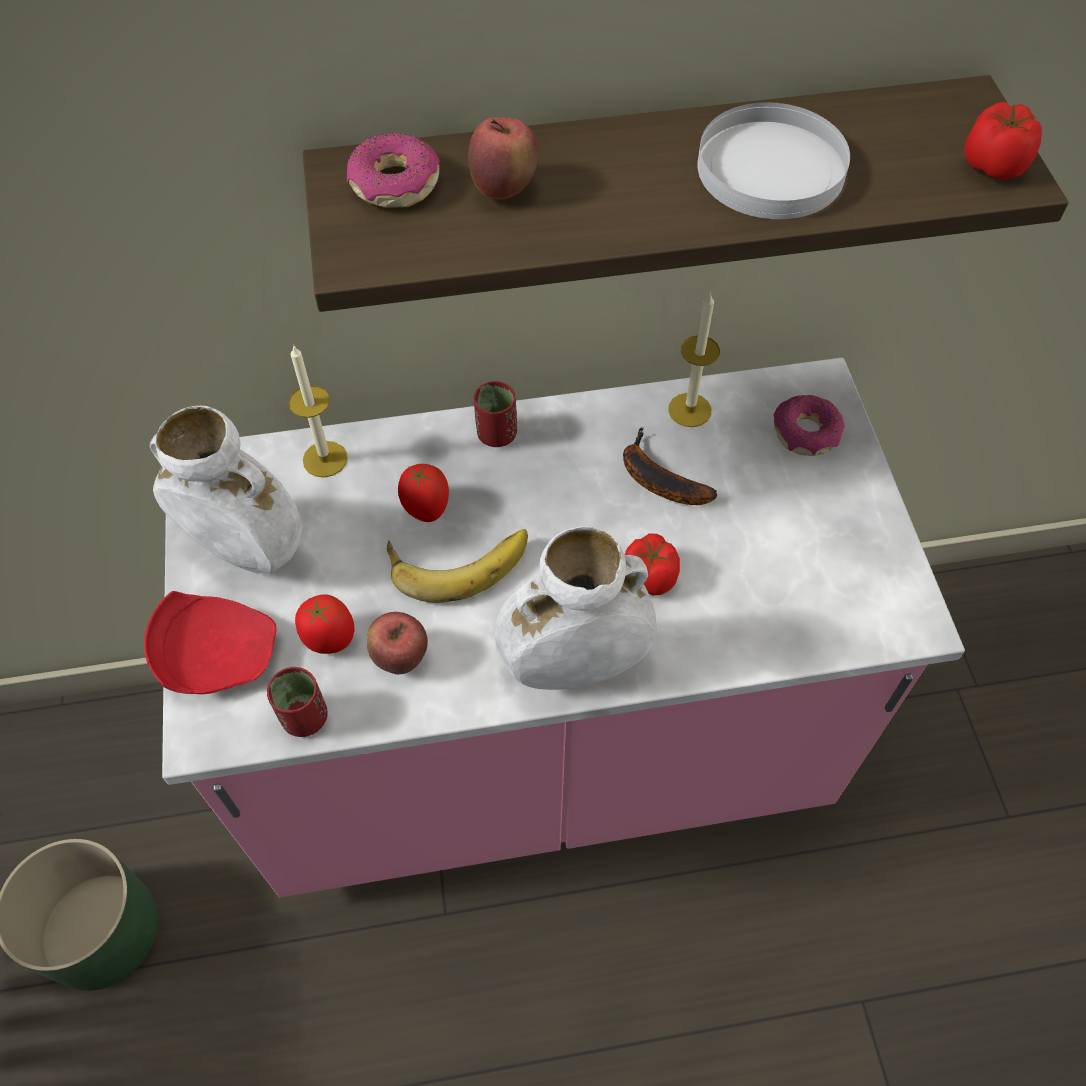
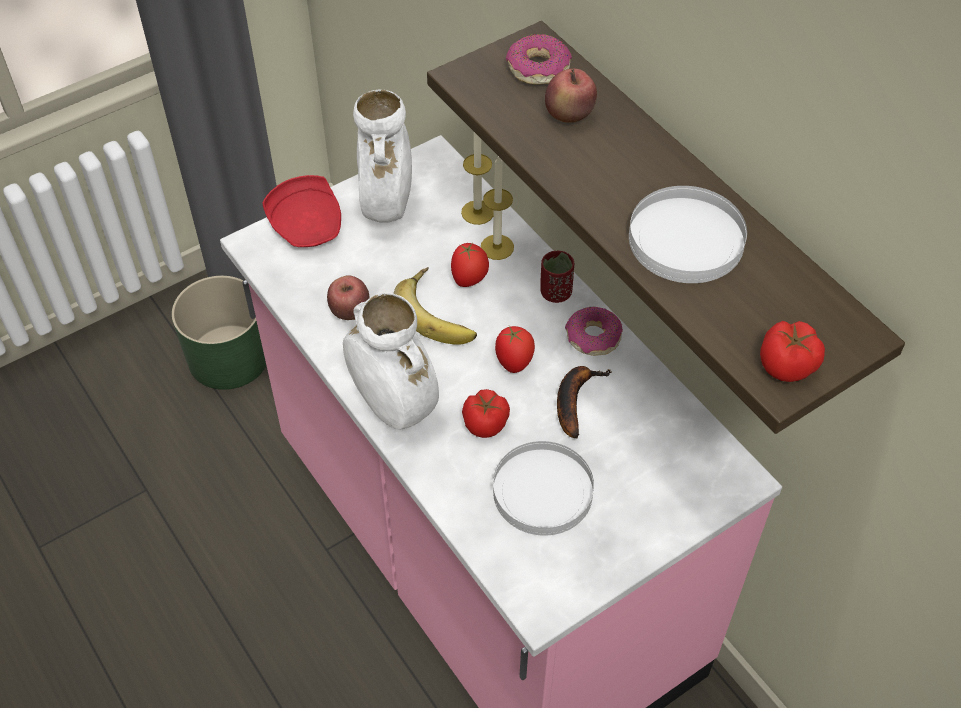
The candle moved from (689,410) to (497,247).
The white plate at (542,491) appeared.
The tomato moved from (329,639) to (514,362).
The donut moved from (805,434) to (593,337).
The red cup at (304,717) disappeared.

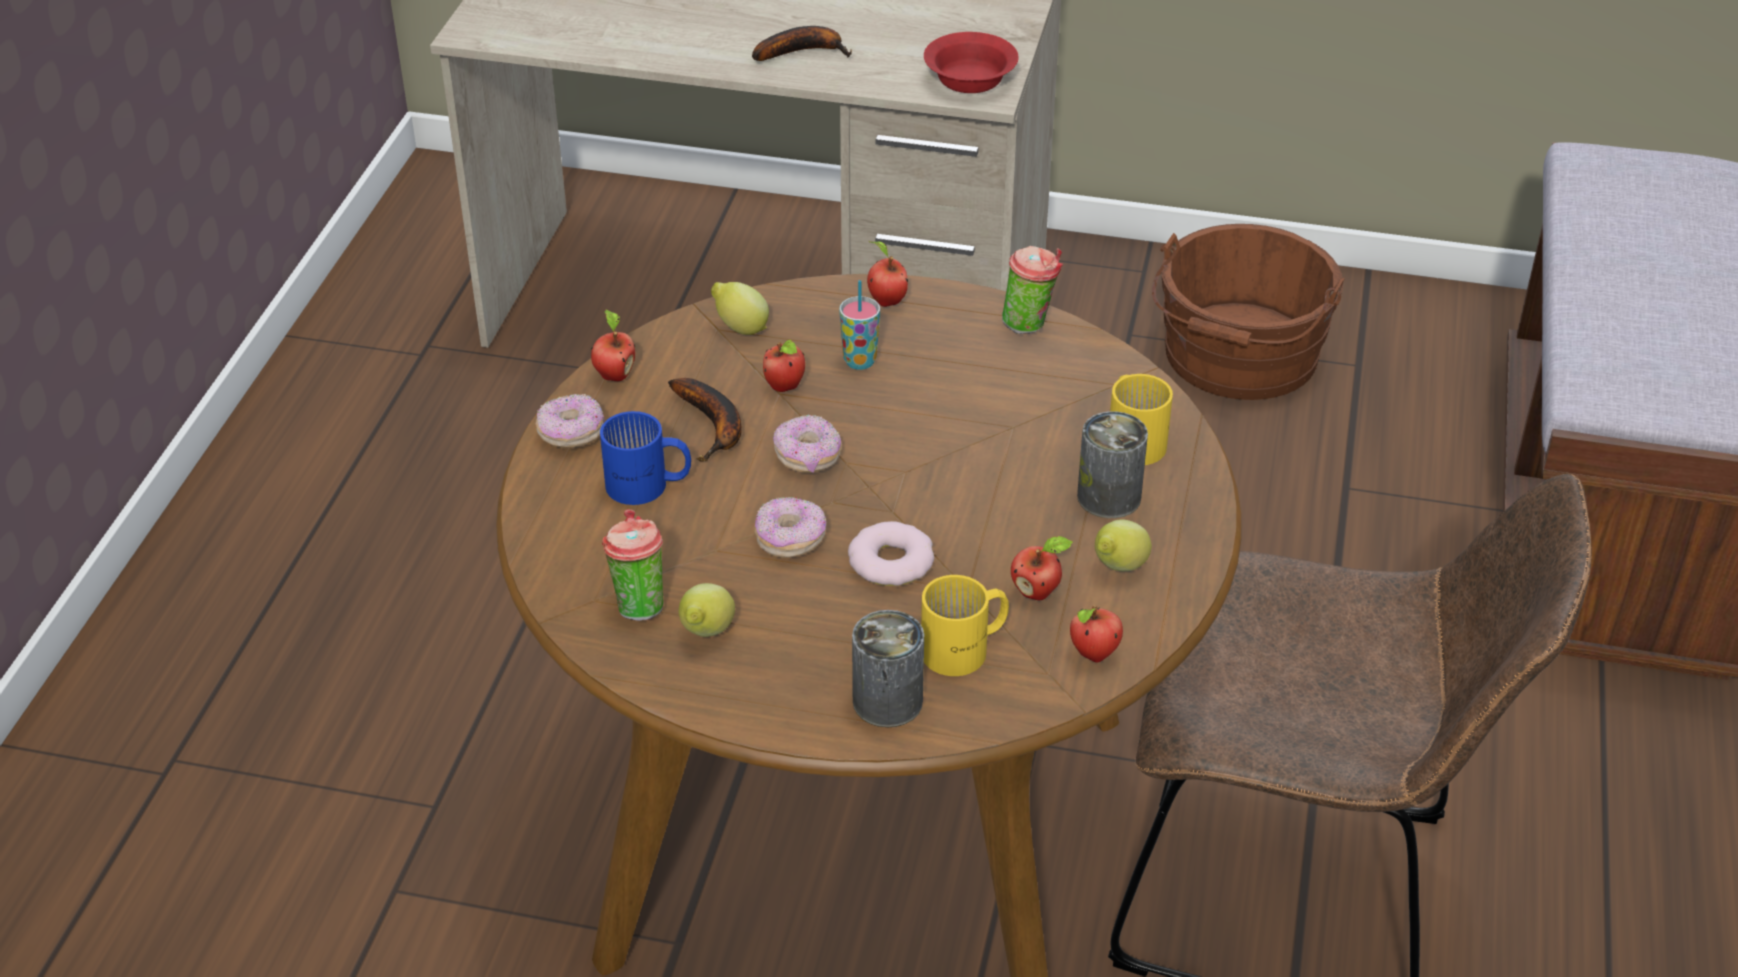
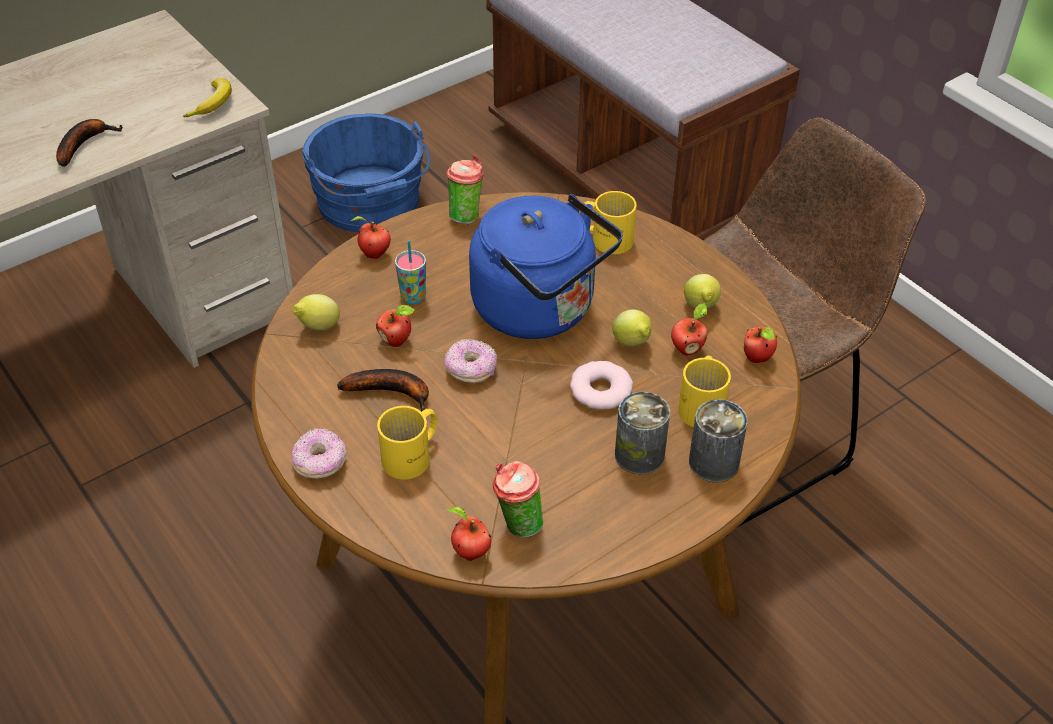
The red bowl at (969,80) was replaced by the banana at (213,104).
The brown bucket at (1238,359) became the blue bucket at (371,204).
The blue mug at (648,486) became the yellow mug at (414,455).
The apple moved from (614,375) to (469,552).
The blue kettle at (540,310) appeared.
The lemon moved from (706,633) to (632,344).
The can moved from (1109,497) to (639,455).
The donut at (790,539) disappeared.

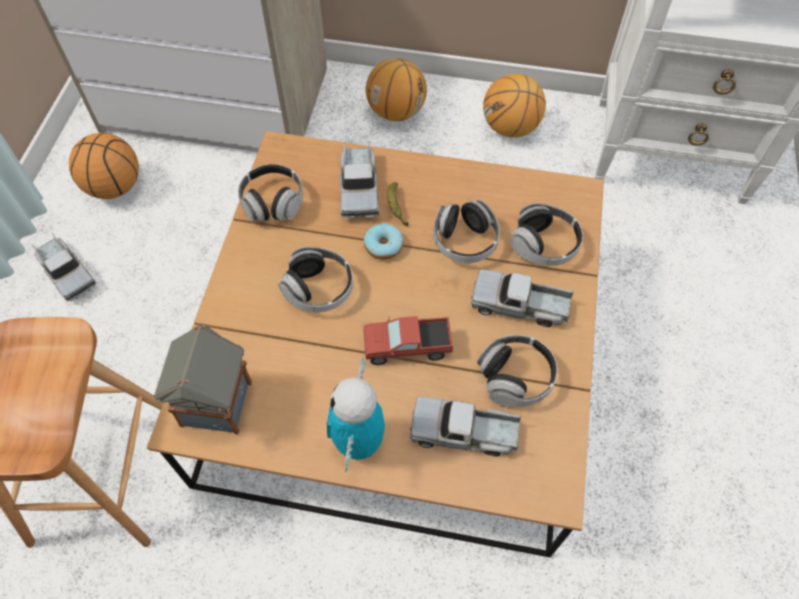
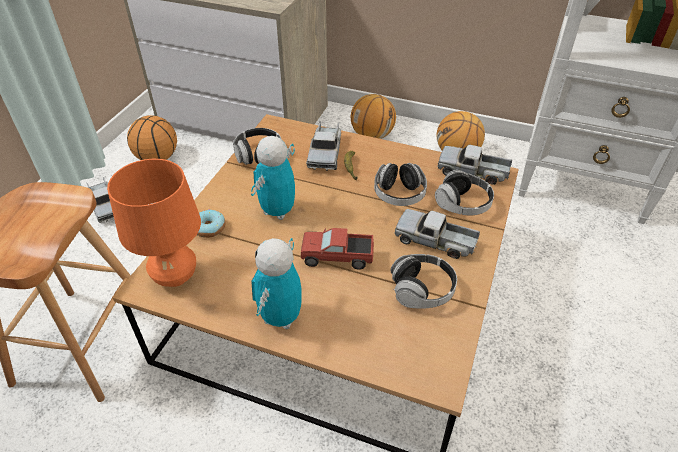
The toy house at (217,406) was replaced by the orange table lamp at (176,277).
The donut moved from (383,246) to (209,228).
The headphones at (319,289) was replaced by the toy robot at (277,211).
The toy truck moved from (464,432) to (472,172).

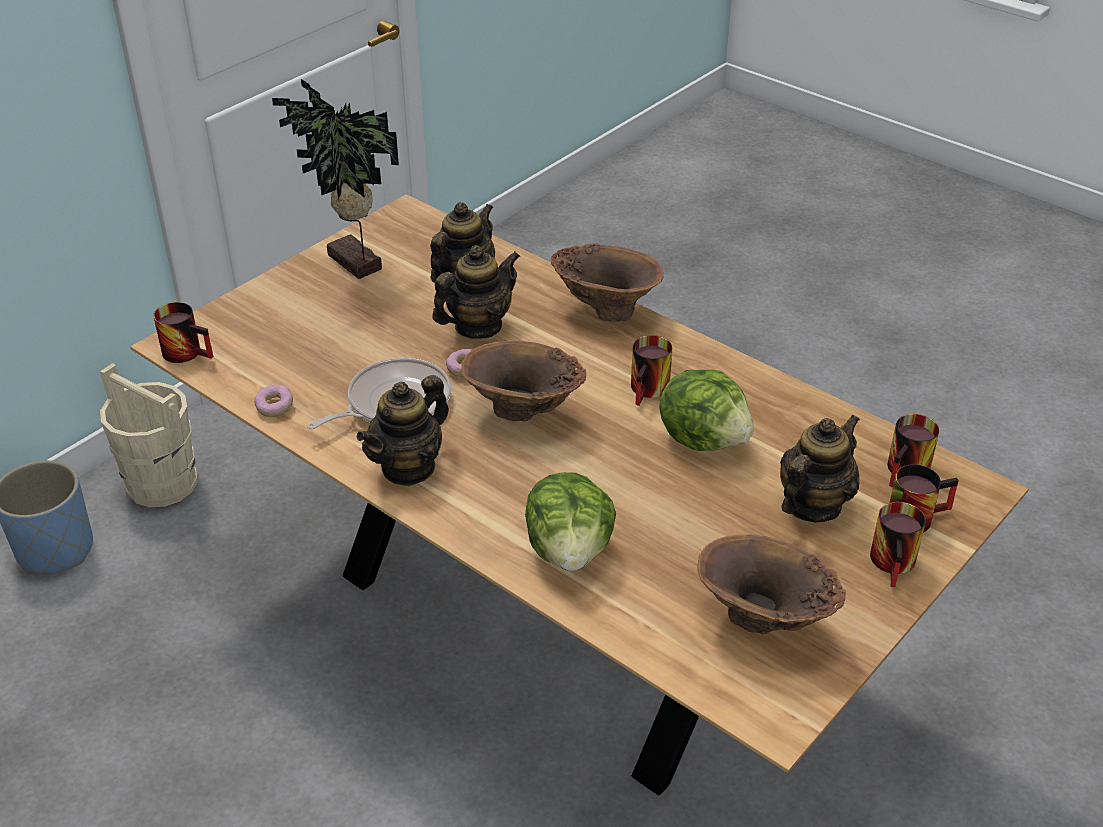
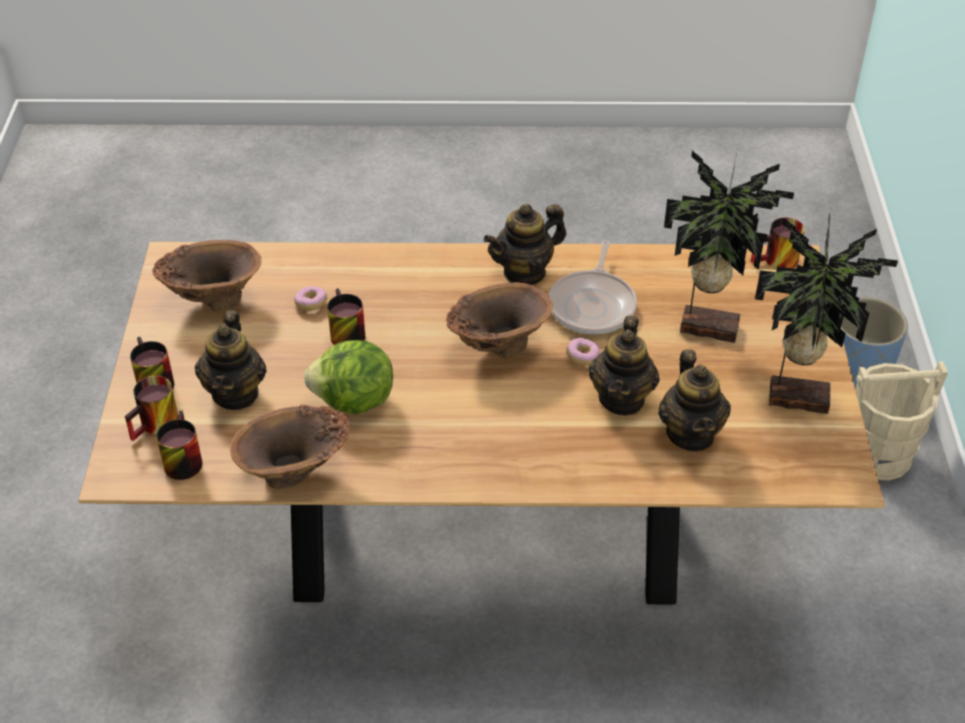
The brown vase moved from (605,310) to (296,476).
The donut moved from (274,407) to (311,304).
The mug moved from (651,390) to (343,333).
The teapot at (408,467) turned 120 degrees counterclockwise.
The potted plant at (708,325) appeared.
The lettuce at (569,551) disappeared.

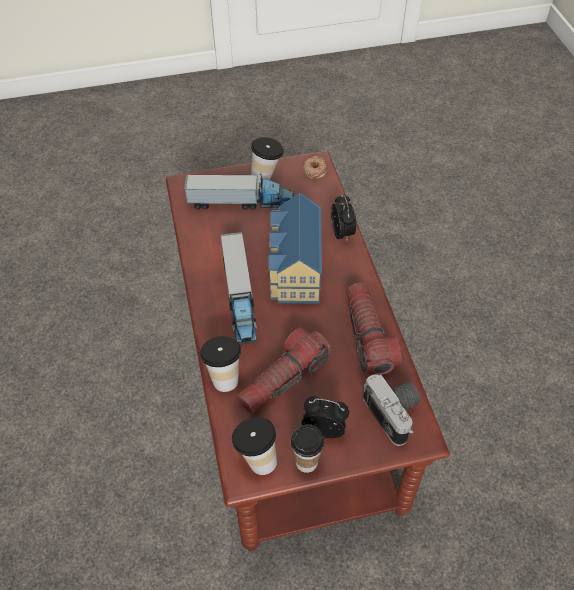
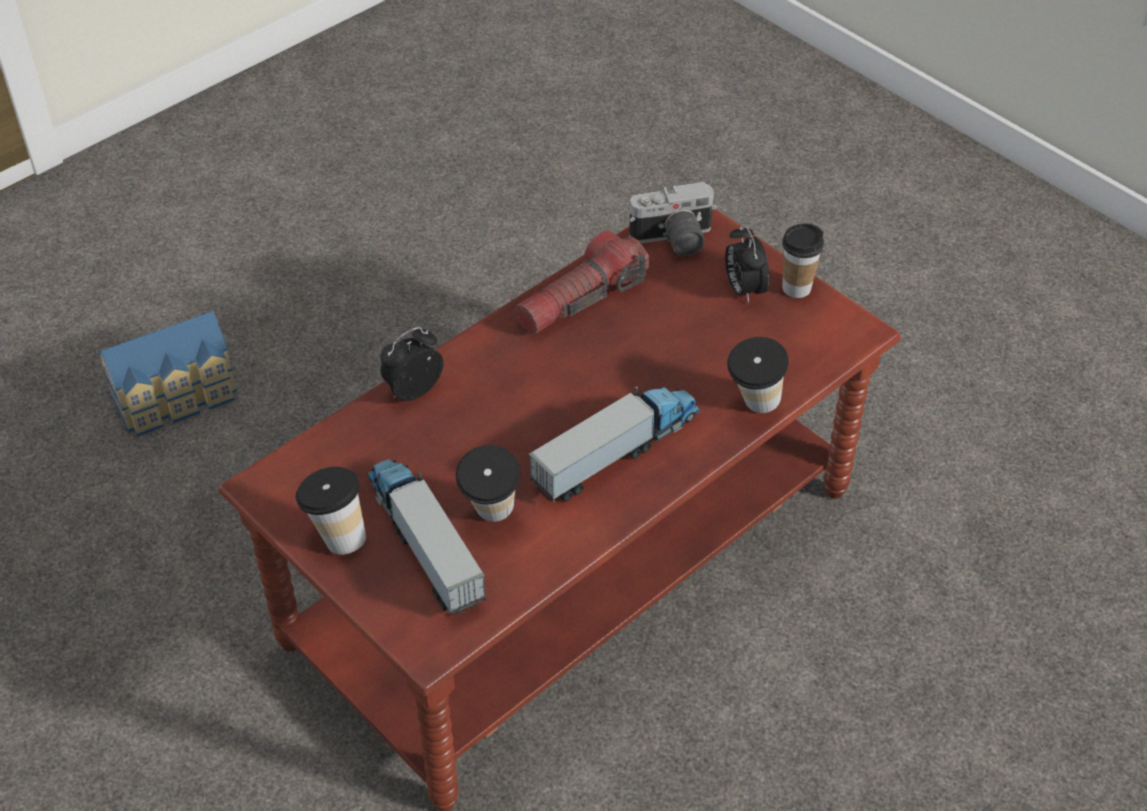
The toy house moved from (293,270) to (178,398).
The cup moved from (256,458) to (491,517).
The photo camera at (395,413) turned 135 degrees counterclockwise.
The flashlight at (283,378) disappeared.
The donut at (314,170) disappeared.

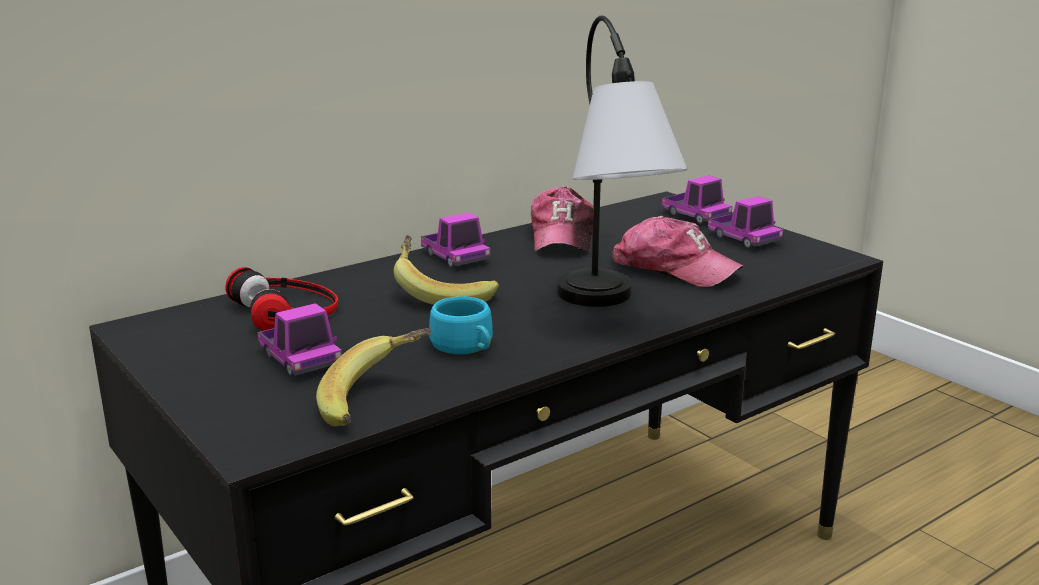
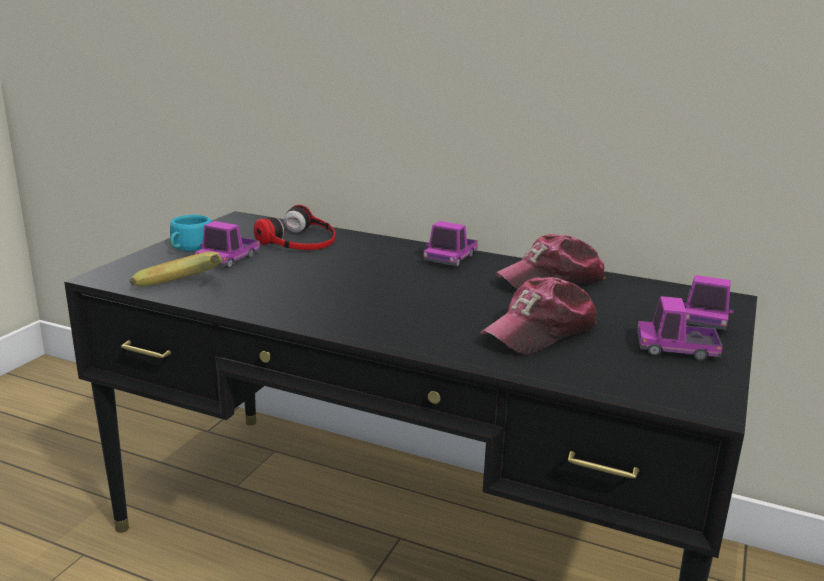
The turquoise cup moved from (465,347) to (189,247).
The cap at (673,269) turned 45 degrees clockwise.
The toy truck at (743,239) turned 75 degrees clockwise.
The banana at (442,294) disappeared.
The table lamp at (609,312) disappeared.

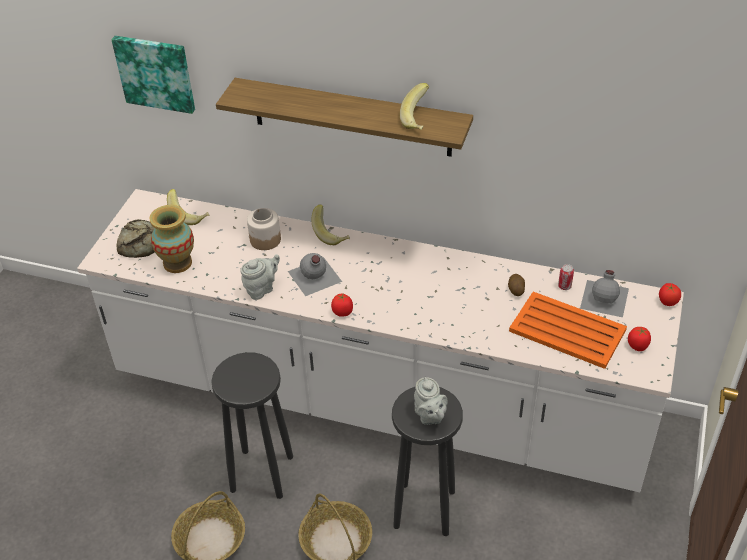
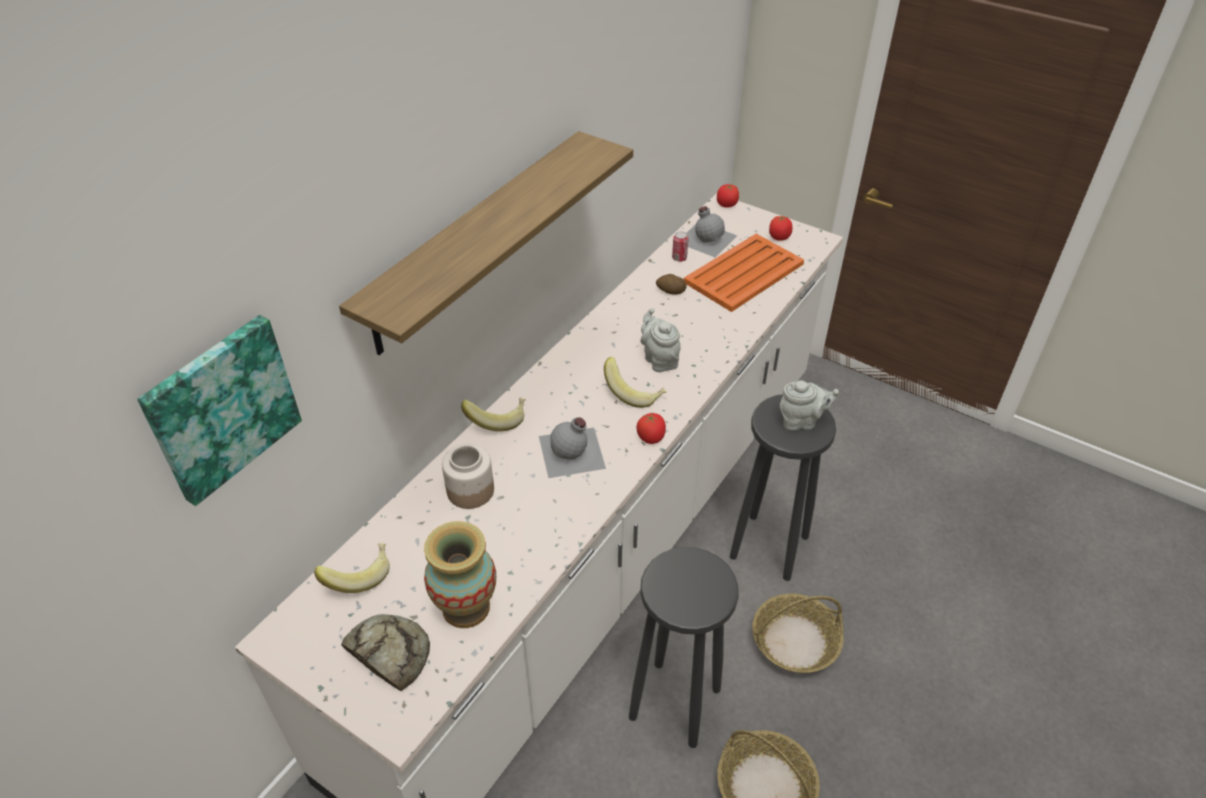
The banana moved from (419,119) to (634,393).
The grey teapot moved from (262,289) to (659,359).

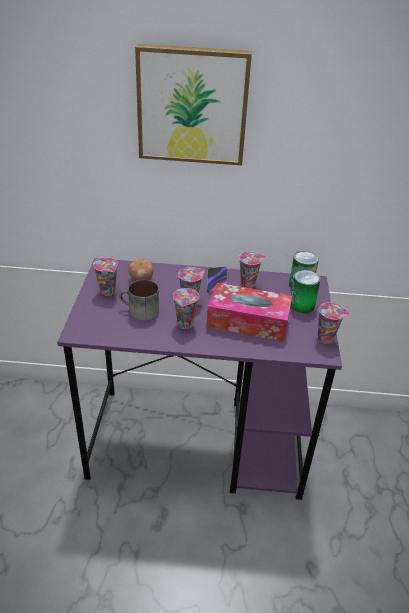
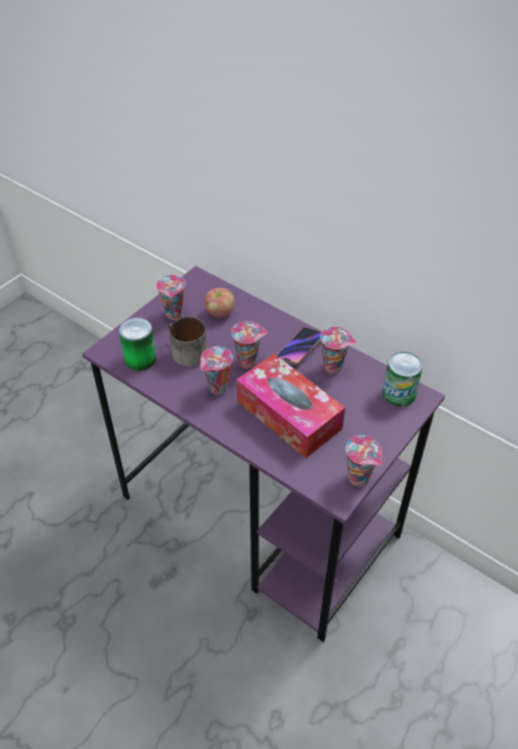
The can moved from (302,305) to (140,359).
The picture at (192,105) disappeared.

